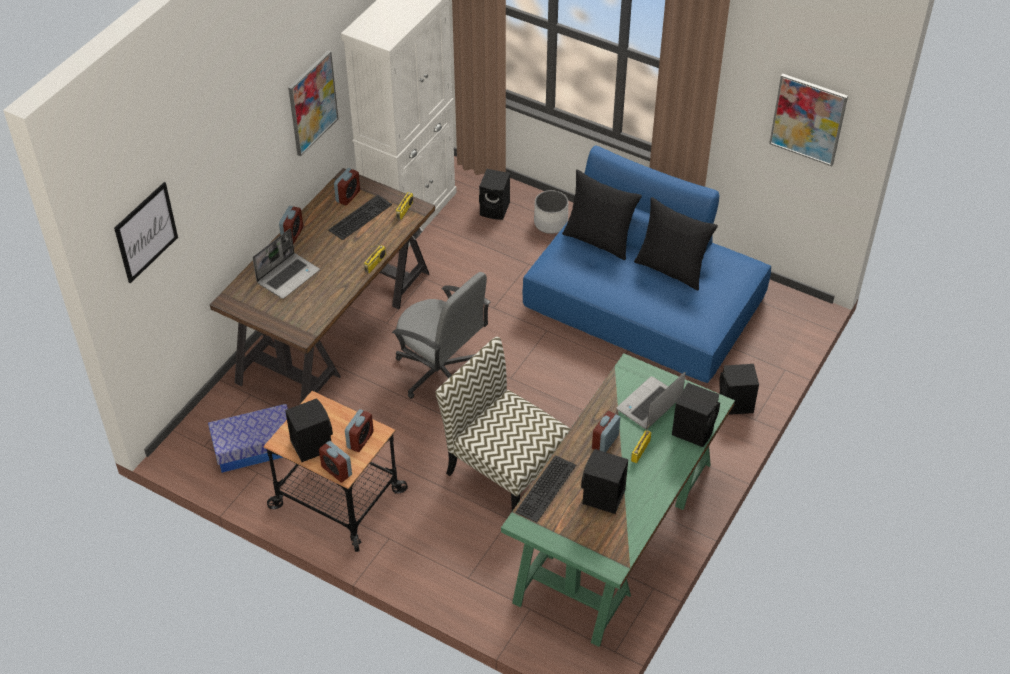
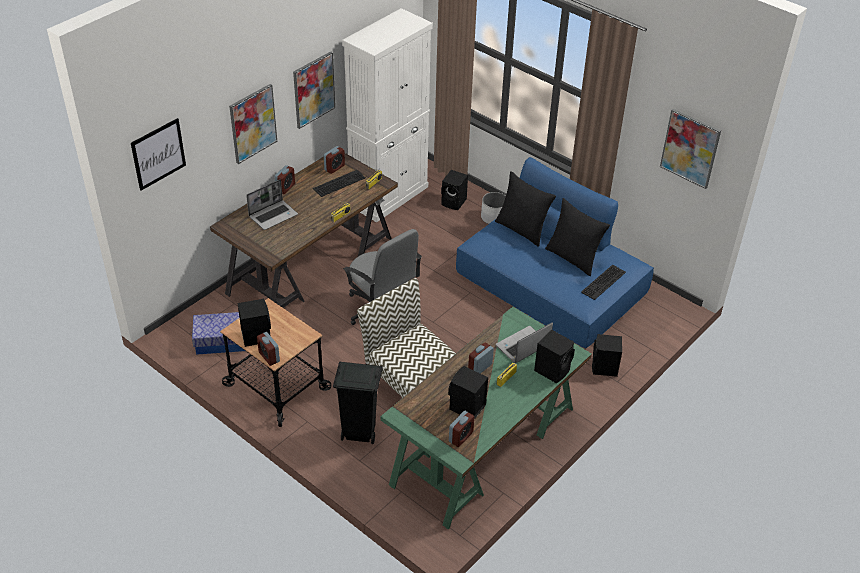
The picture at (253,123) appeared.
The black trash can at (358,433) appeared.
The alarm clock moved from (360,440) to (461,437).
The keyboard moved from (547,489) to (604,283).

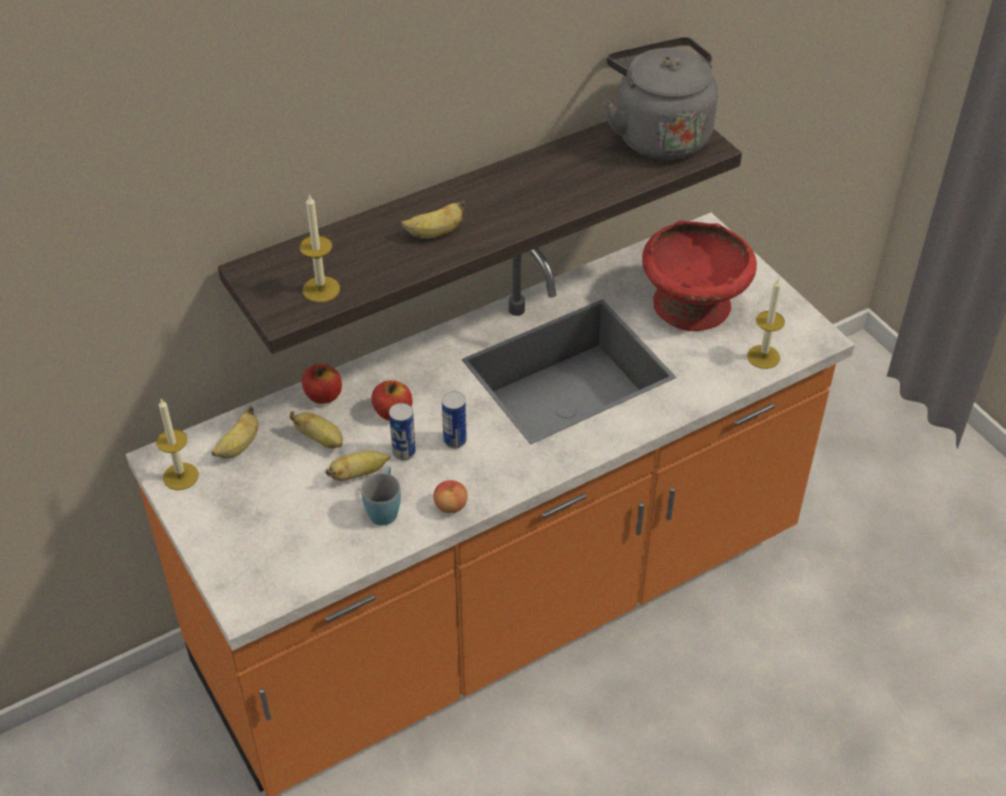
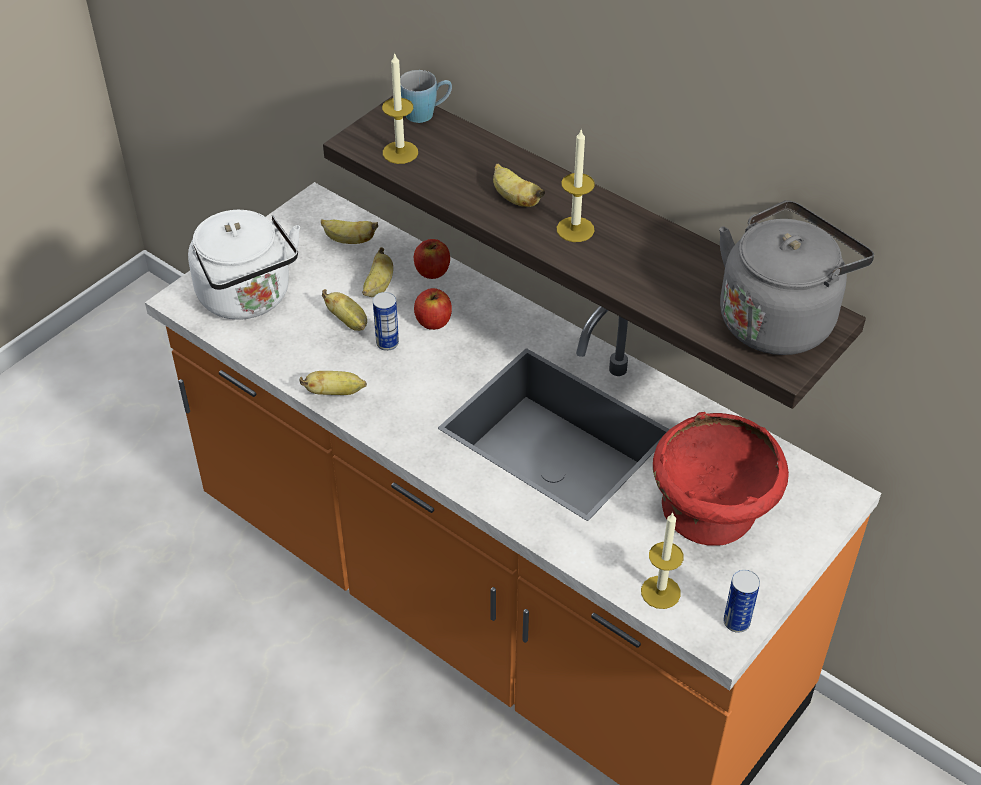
The white kettle at (248,299) appeared.
The apple at (450,506) was replaced by the banana at (335,392).
The blue mug moved from (384,508) to (426,113).
The candle moved from (181,476) to (575,229).
The can moved from (455,440) to (736,622).

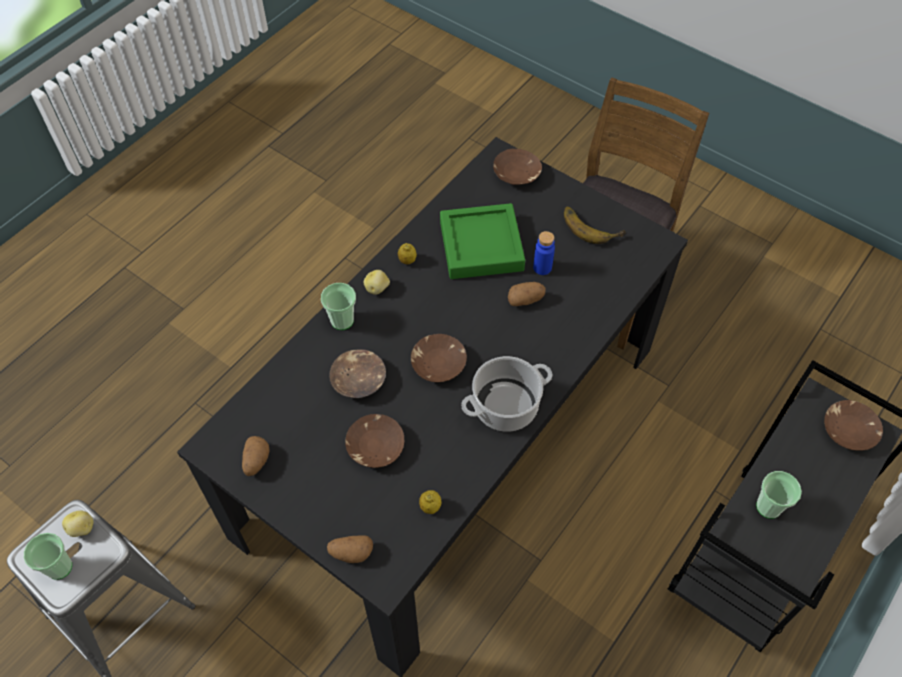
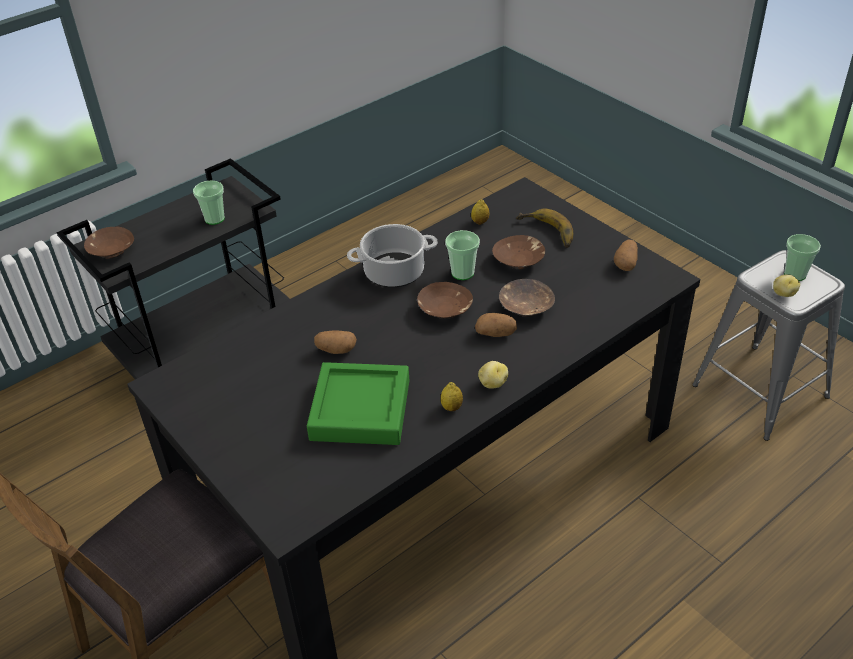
The cup moved from (342,320) to (462,273).
The potato moved from (351,553) to (496,333).
The banana moved from (591,225) to (545,233).
The brown bowl at (516,175) disappeared.
The blue bottle at (542,267) disappeared.

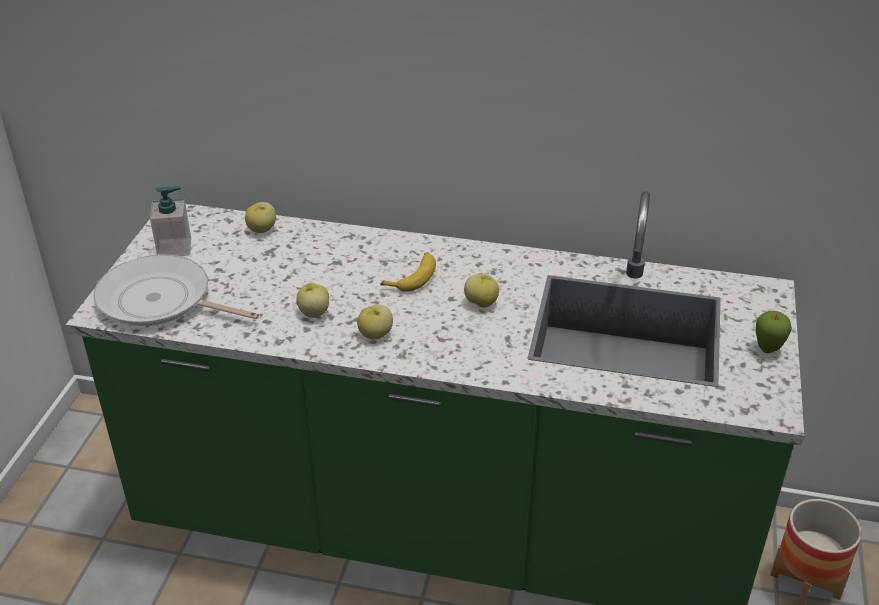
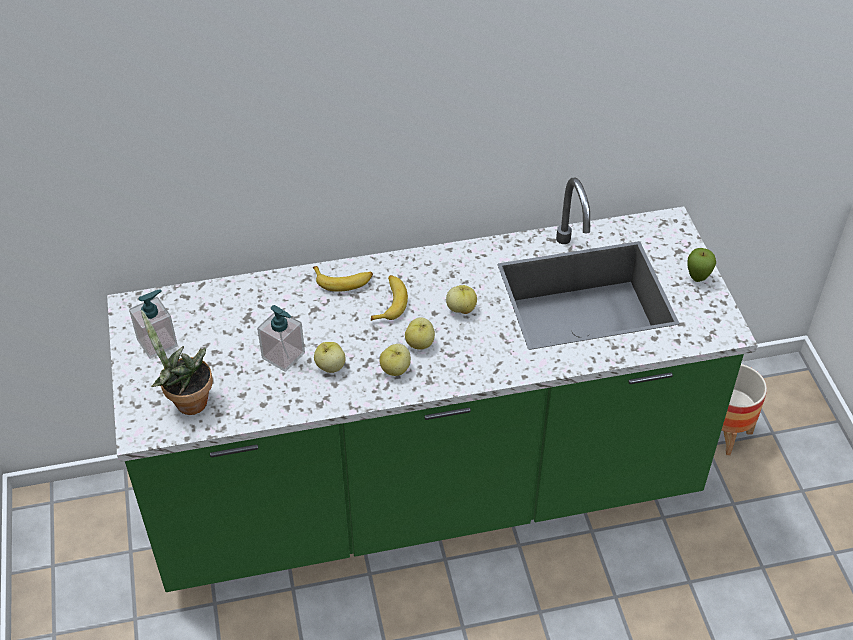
The frying pan at (160,301) was replaced by the potted plant at (186,401).
The soap dispenser at (283,356) appeared.
The banana at (343,281) appeared.
The apple moved from (262,230) to (420,343).

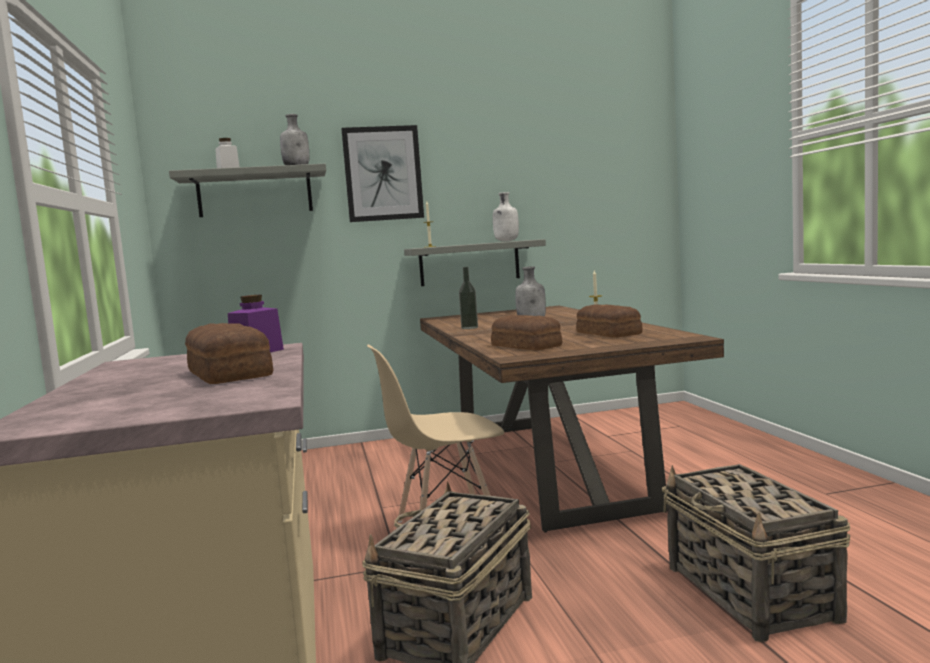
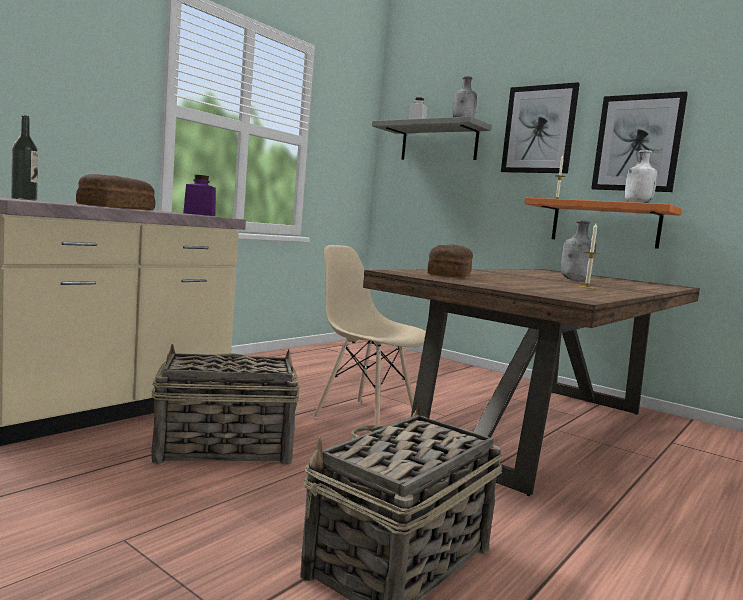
The bottle moved from (469,328) to (24,199).
The grey shelf at (469,263) became the orange shelf at (605,224).
The picture at (637,143) appeared.
The bread at (608,333) disappeared.

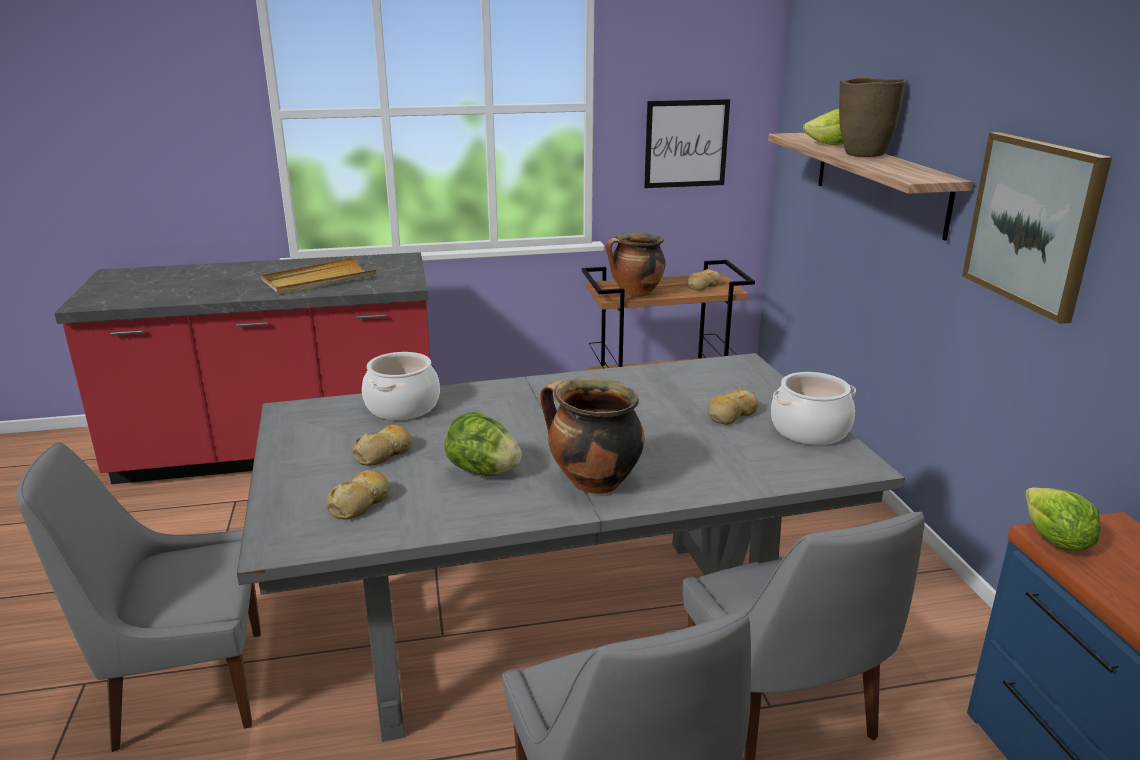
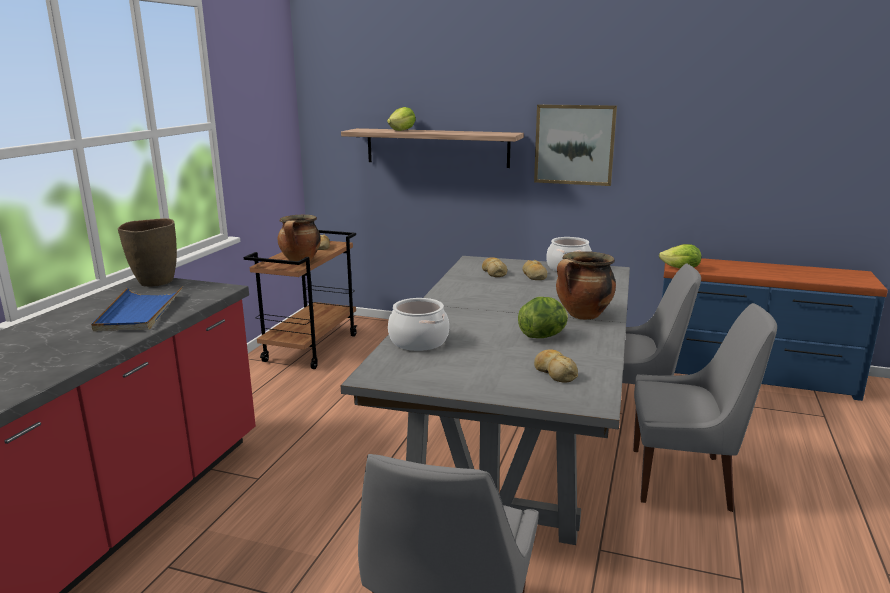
The beige tray at (318,280) became the blue tray at (139,312).
The brown vase moved from (863,154) to (155,282).
The bread moved from (385,453) to (494,272).
The picture at (686,143) disappeared.

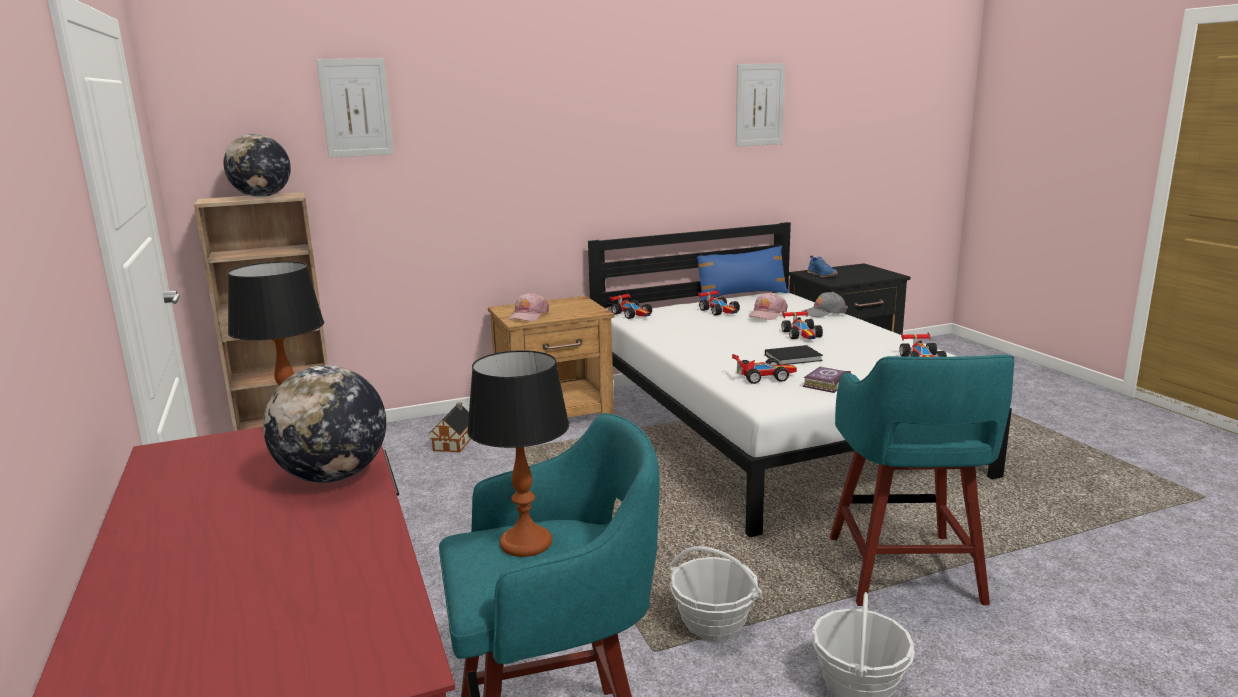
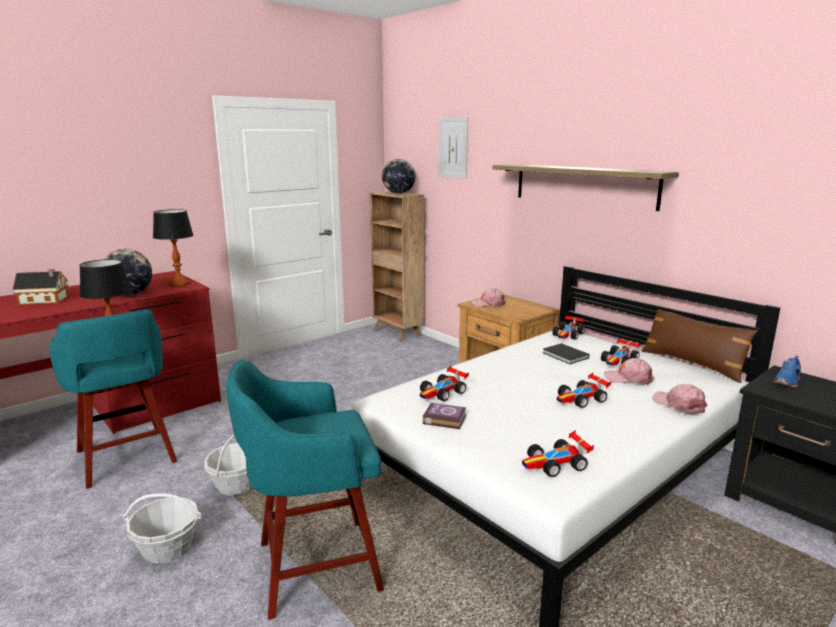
The toy house moved from (455,442) to (45,300).
The toy car at (763,376) turned 75 degrees clockwise.
The shelf at (583,185) appeared.
The black book moved from (794,358) to (565,356).
The blue pillow at (741,295) became the brown pillow at (692,364).
The grey cap at (824,312) became the pink cap at (679,404).
The picture at (759,105) disappeared.

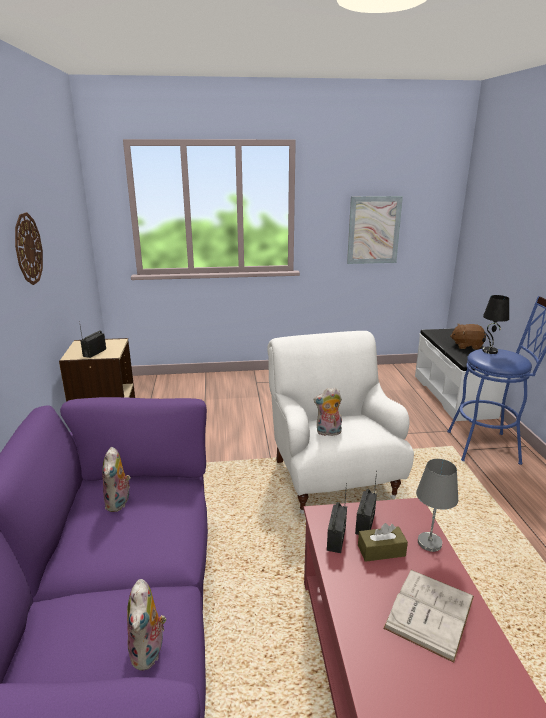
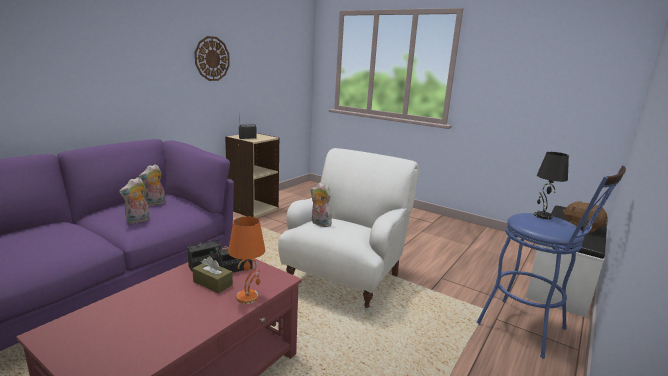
The plush toy moved from (149,652) to (138,221).
The grey table lamp at (429,542) became the orange table lamp at (248,297).
The picture at (374,230) disappeared.
The white book at (430,612) disappeared.

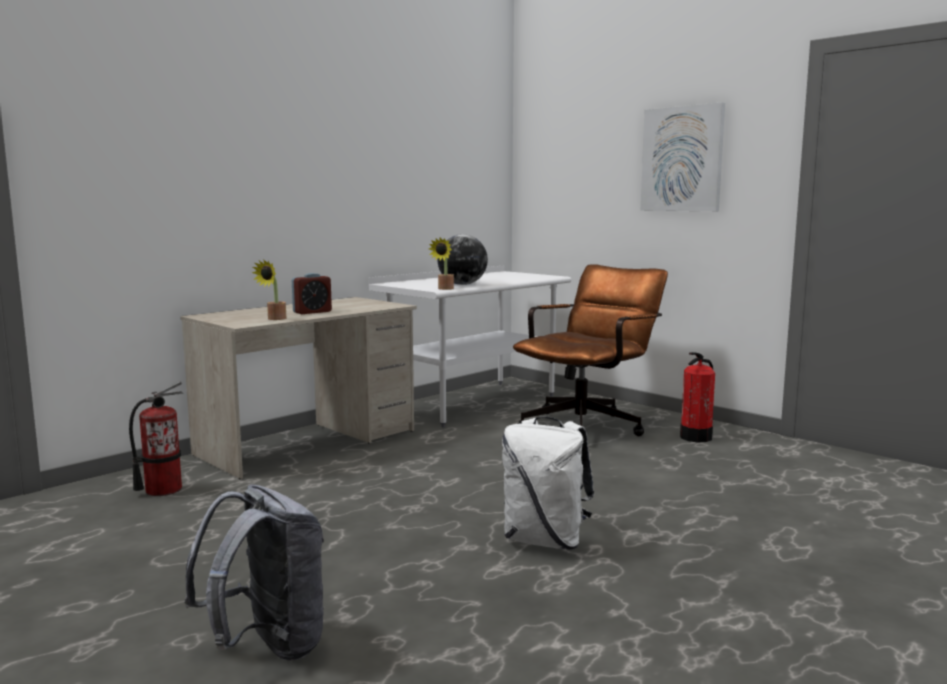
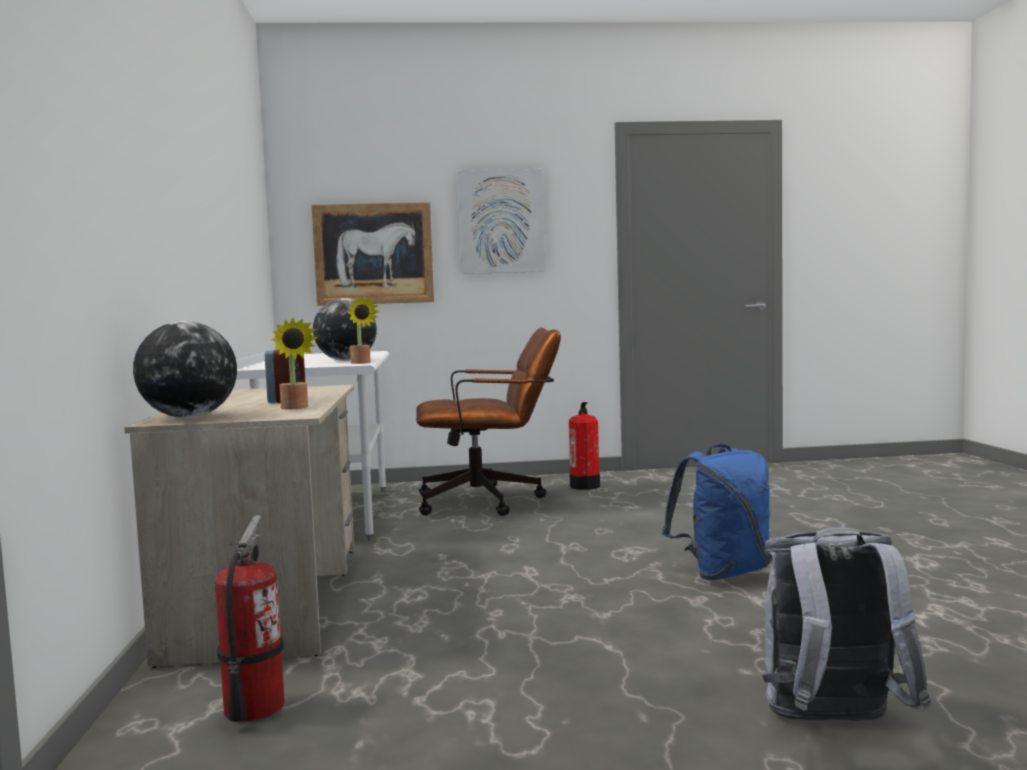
The globe at (189,417) appeared.
The picture at (373,254) appeared.
The brown office chair at (587,426) turned 90 degrees clockwise.
The white backpack at (545,540) became the blue backpack at (723,573).

